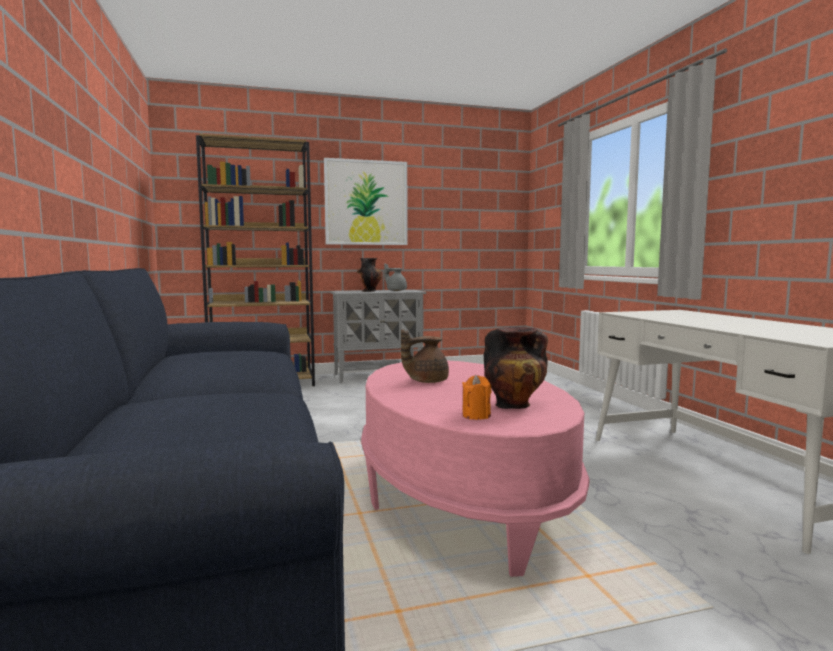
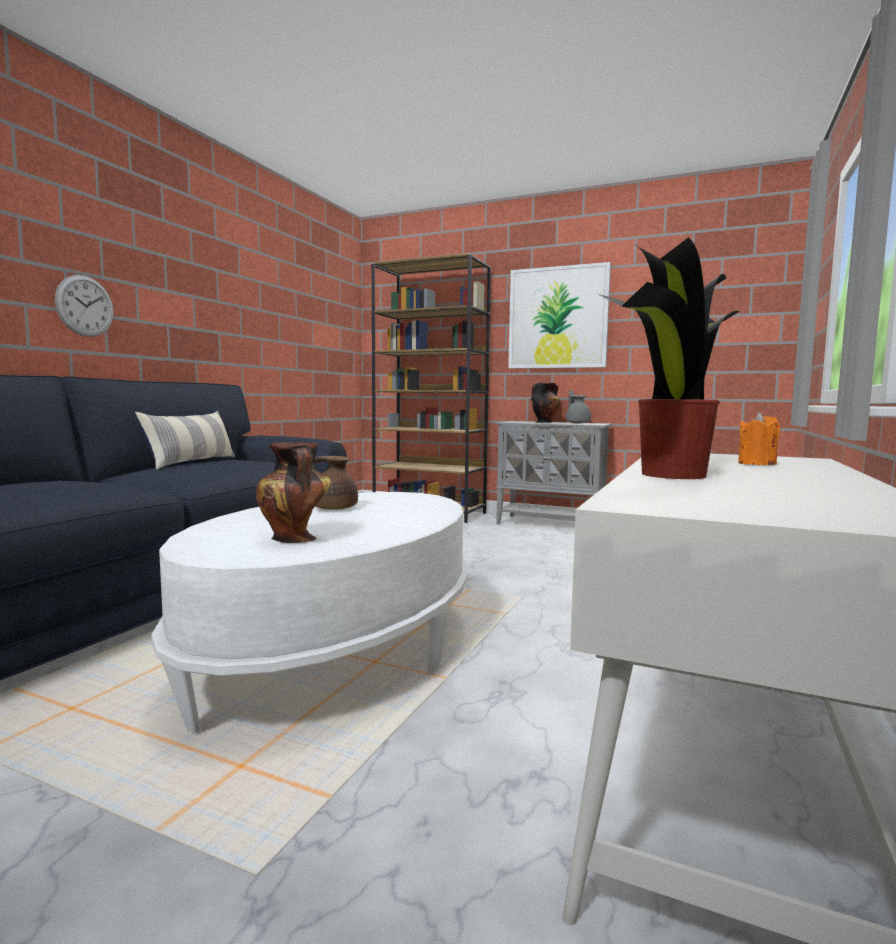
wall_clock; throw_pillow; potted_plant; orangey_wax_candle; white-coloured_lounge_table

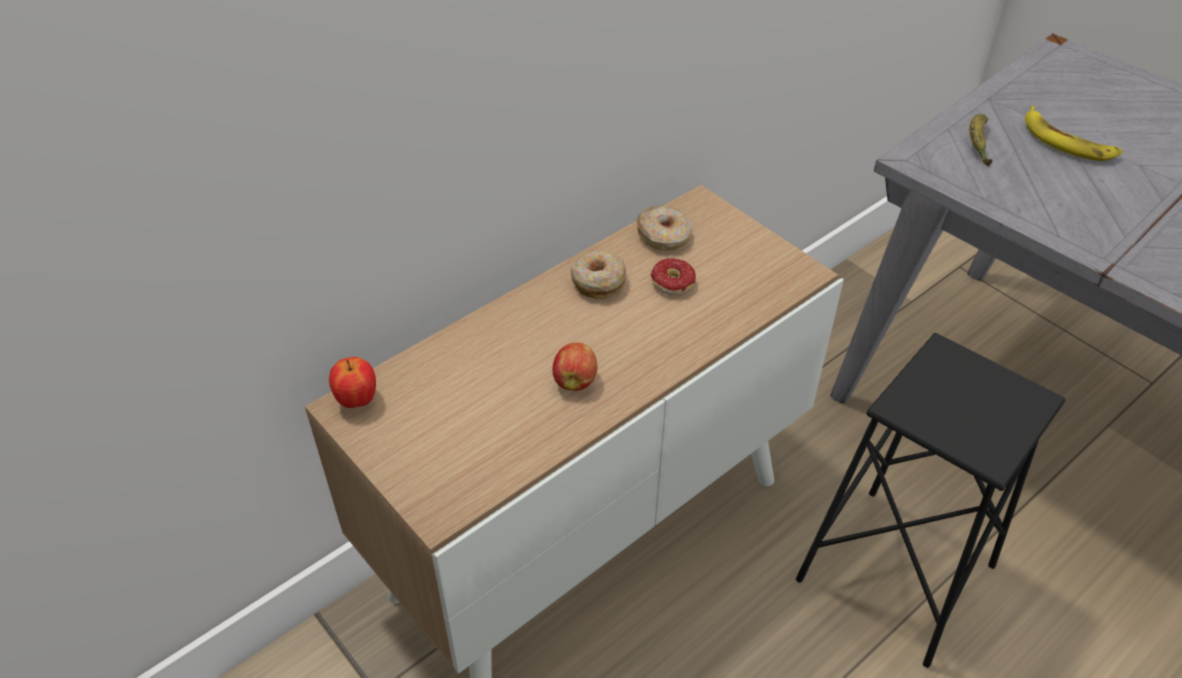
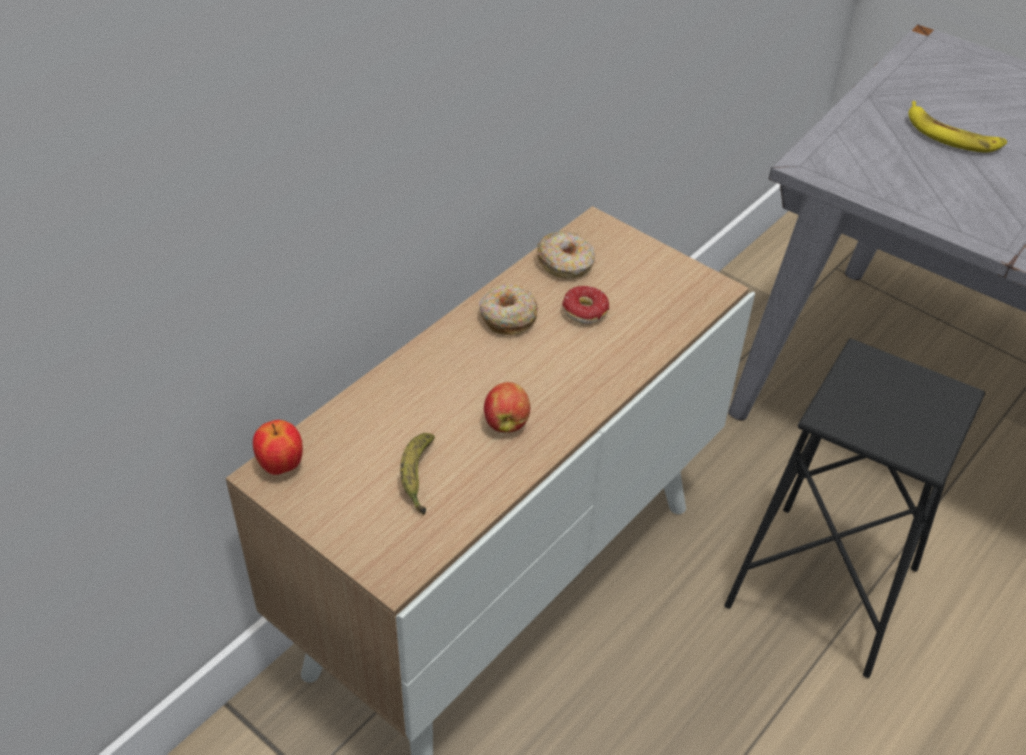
banana (no. 1 from left)

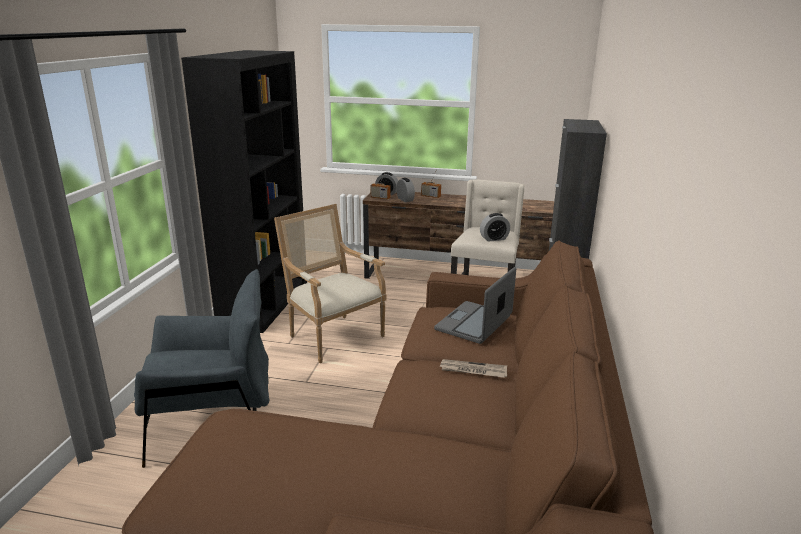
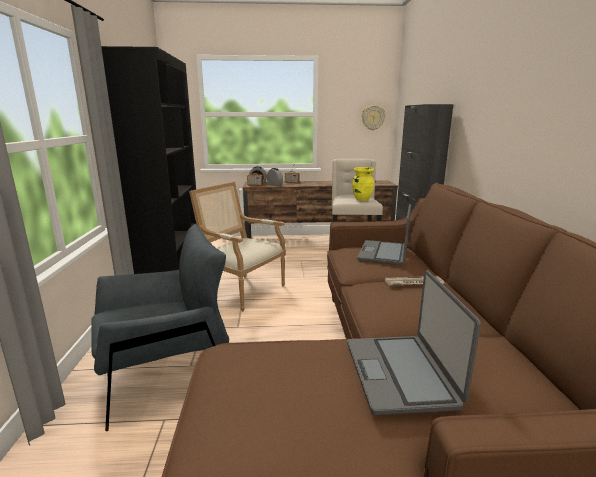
laptop (no. 2 from left); wall_clock; yellow-coloured_vase

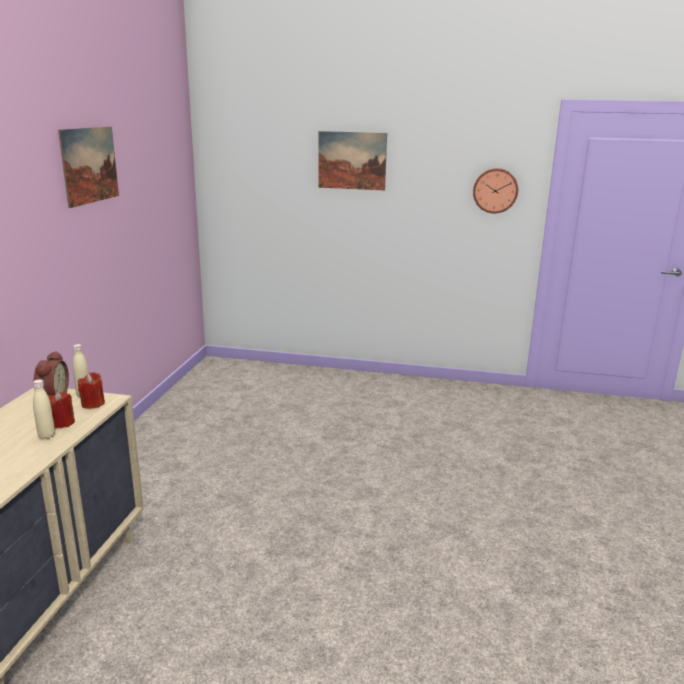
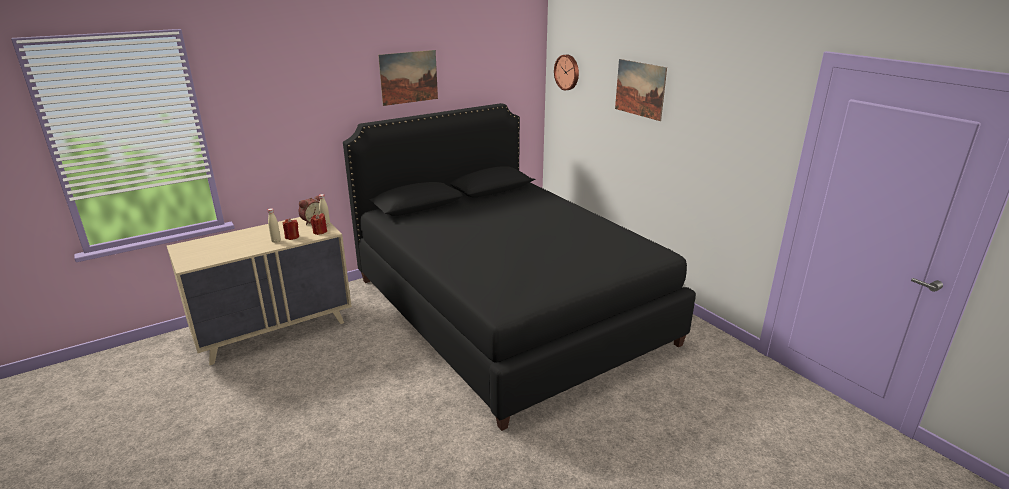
blackish_sleeping_bed; wall_clock

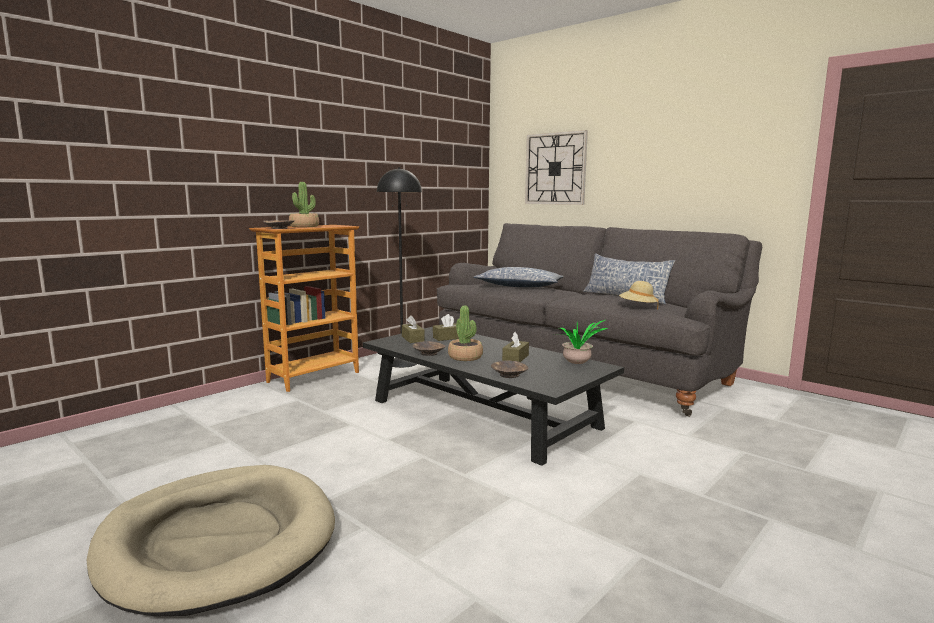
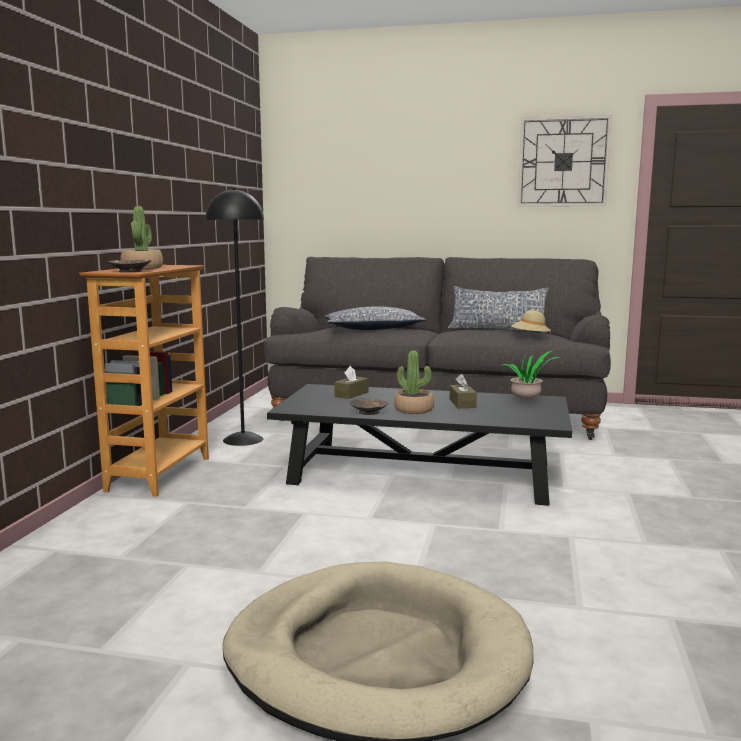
brown-coloured_tissue_box (no. 1 from left in the first image); brown-coloured_serving_bowl (no. 3 from left in the first image); wall_clock

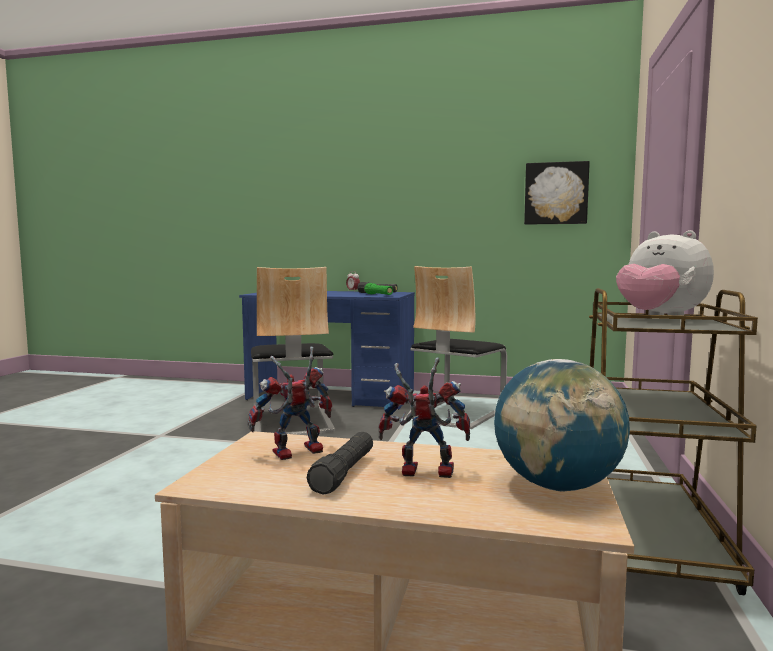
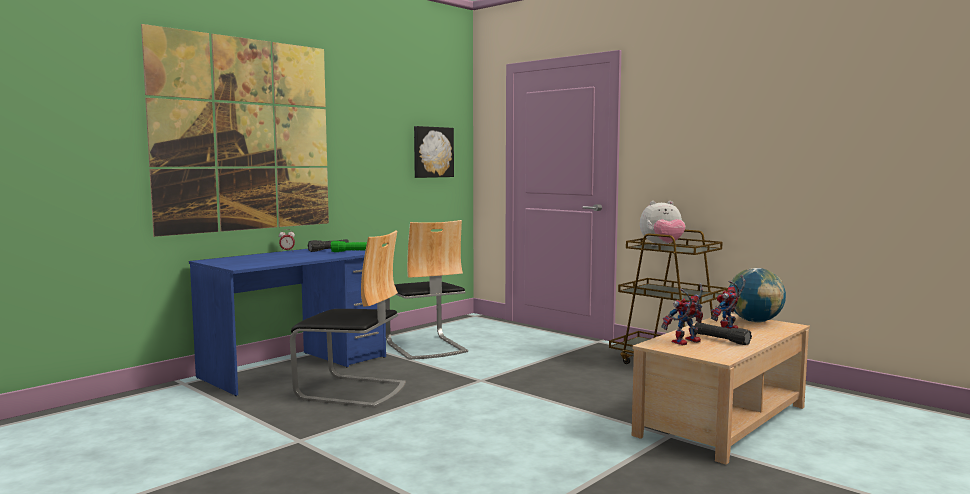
picture (no. 1 from left); model_robot (no. 1 from left)

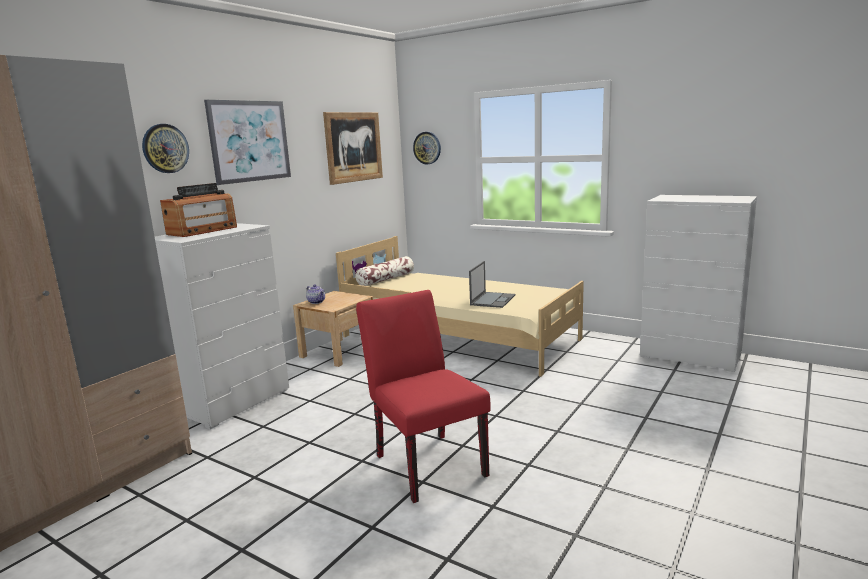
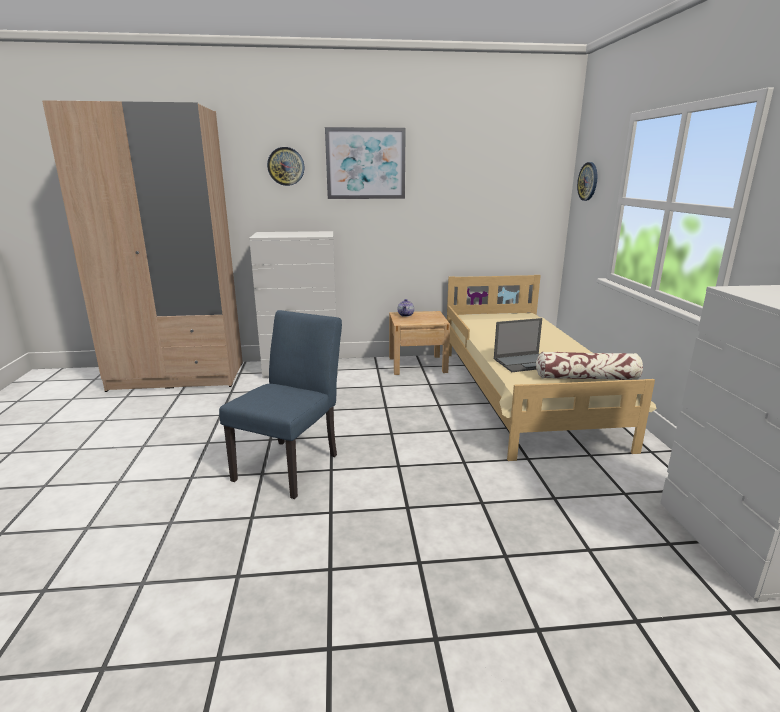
radio; picture (no. 2 from left in the first image); throw_pillow; bluish_chair

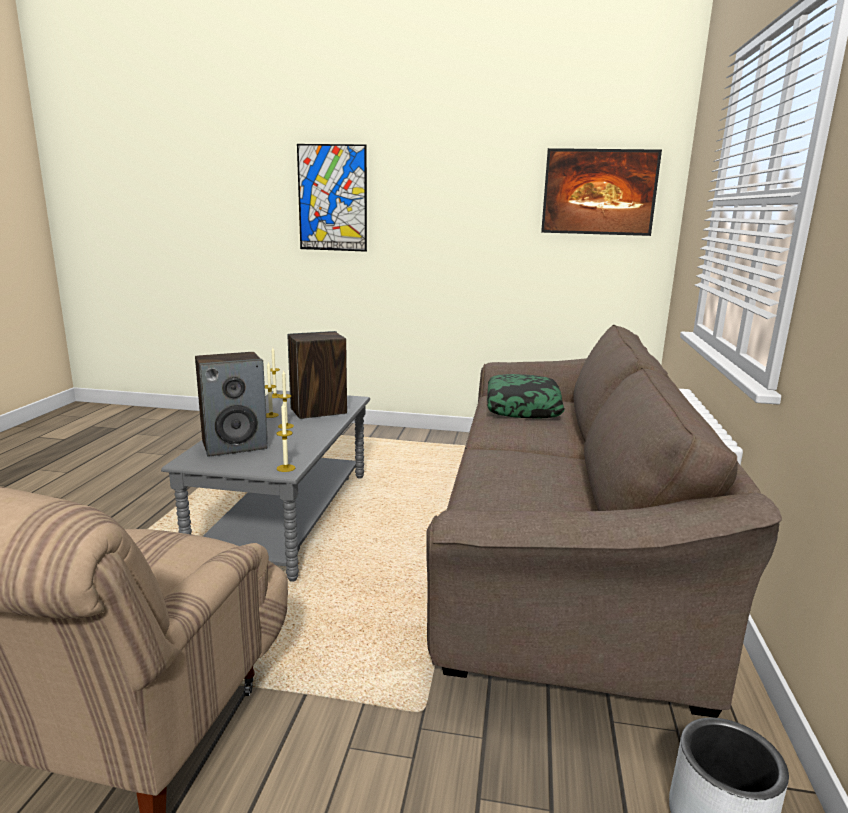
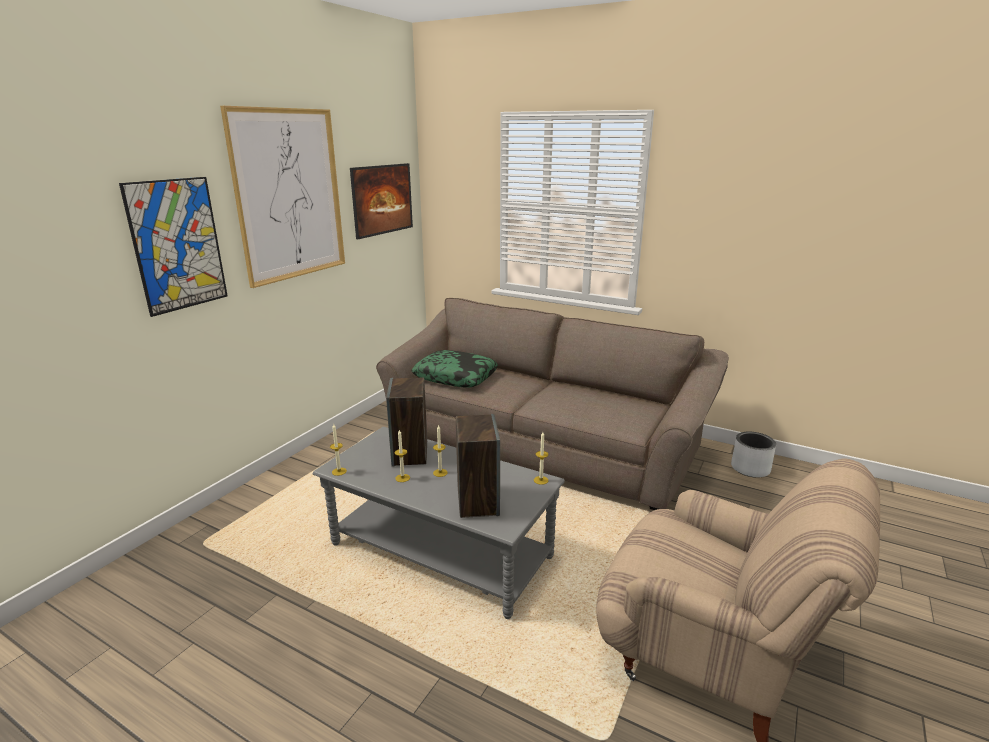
picture (no. 2 from left)

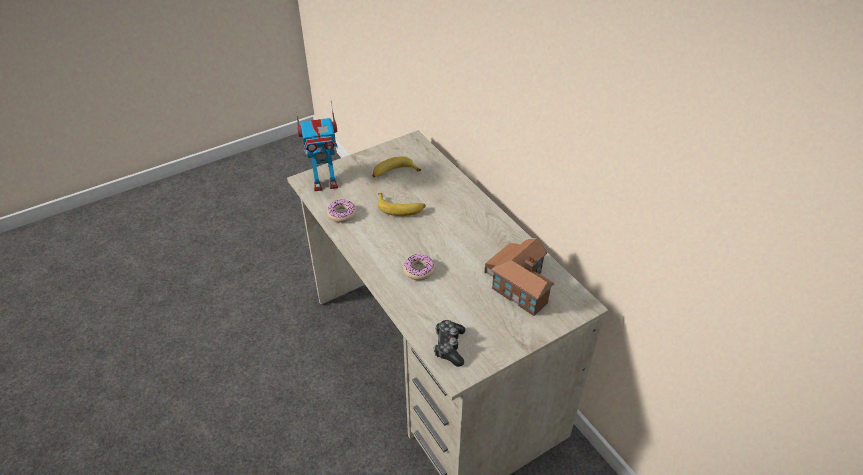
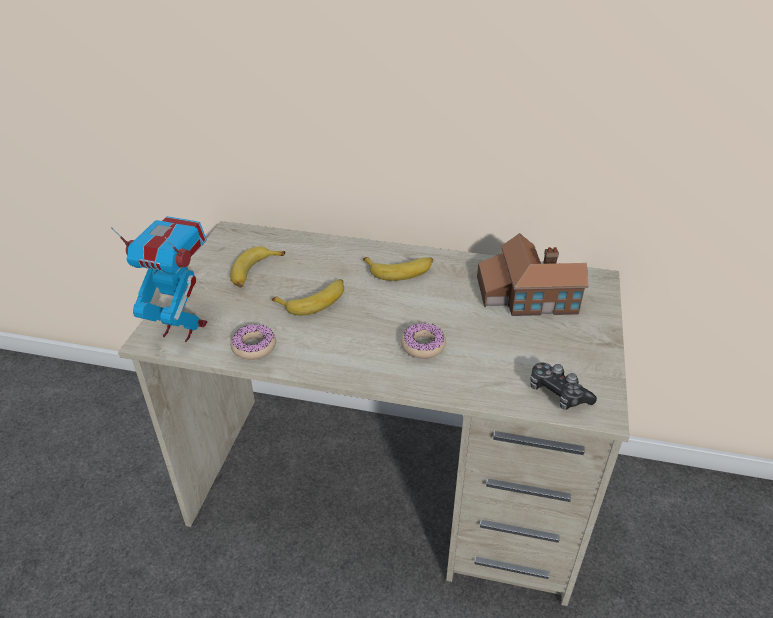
banana (no. 3 from left); model_robot

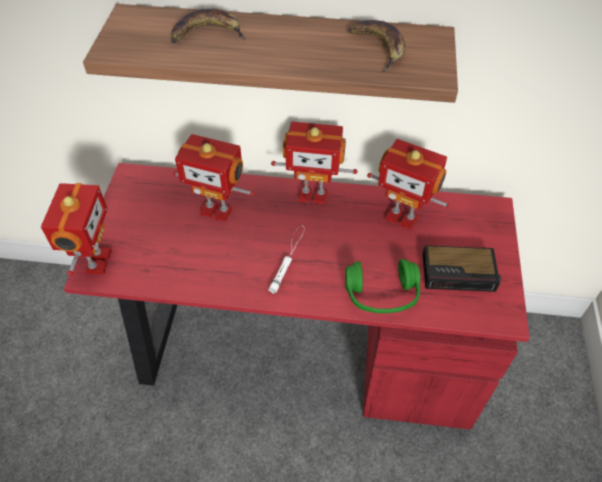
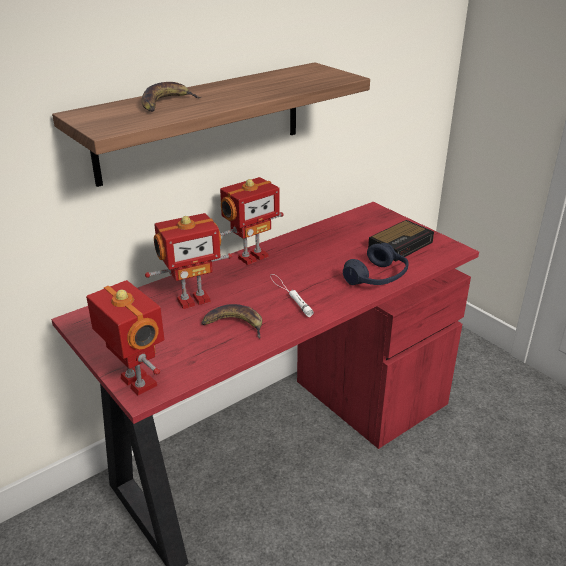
model_robot (no. 4 from left in the first image); banana (no. 2 from left); bluish_pair_of_headphones

